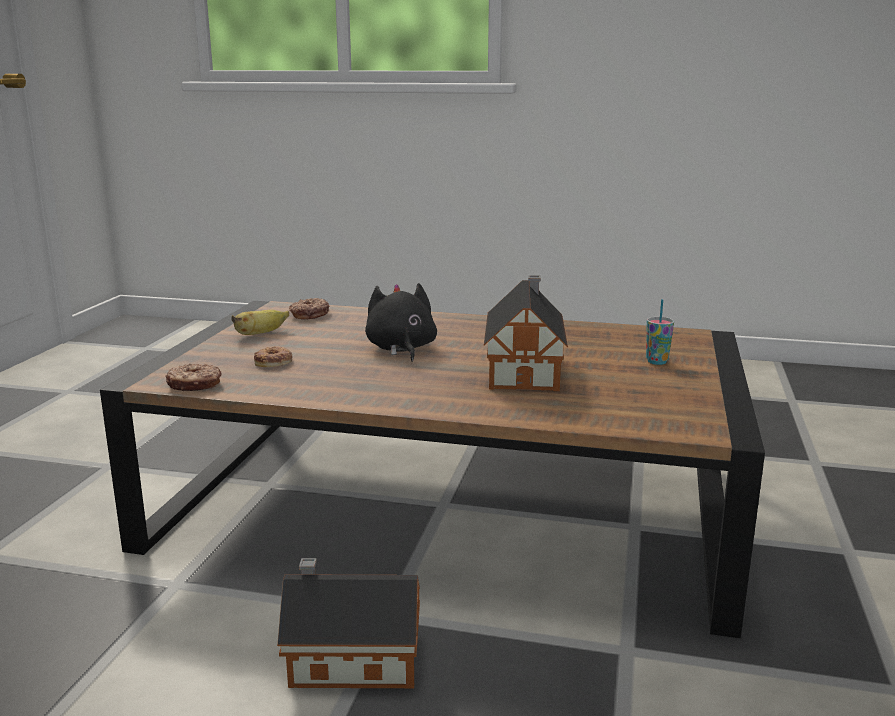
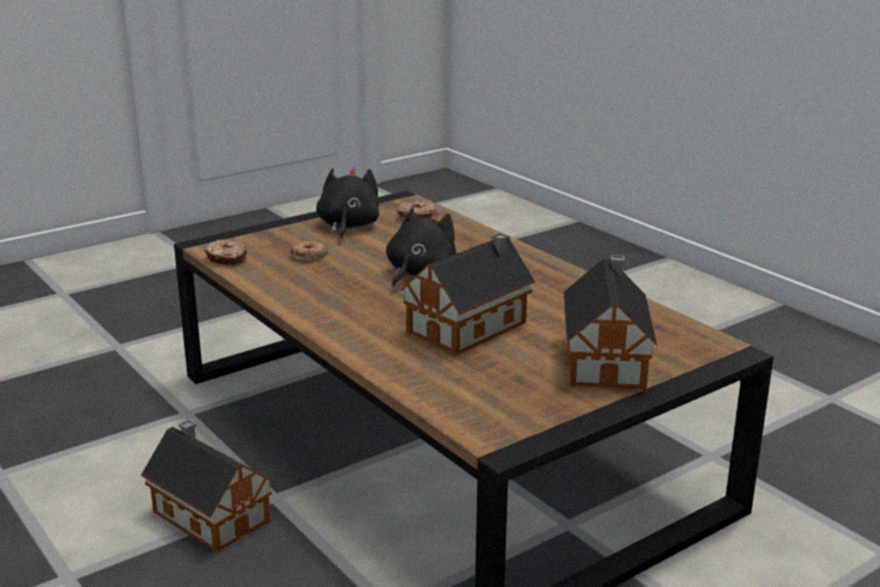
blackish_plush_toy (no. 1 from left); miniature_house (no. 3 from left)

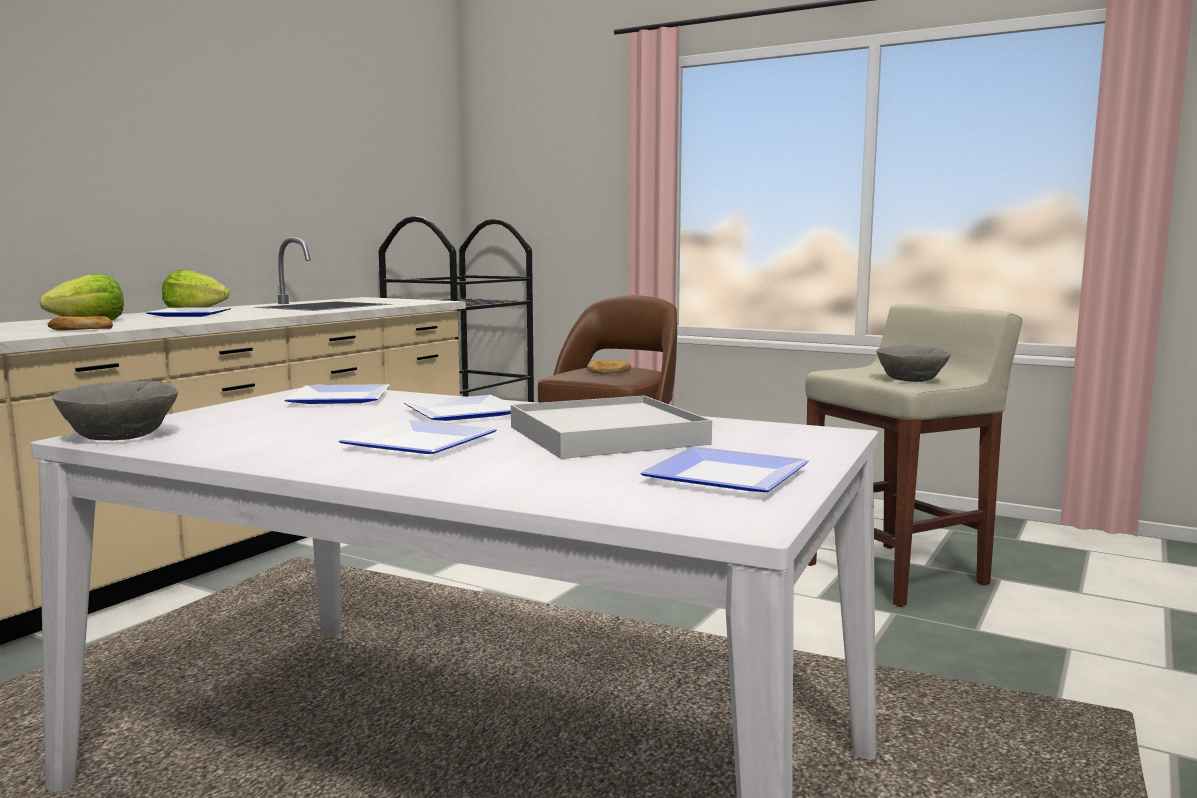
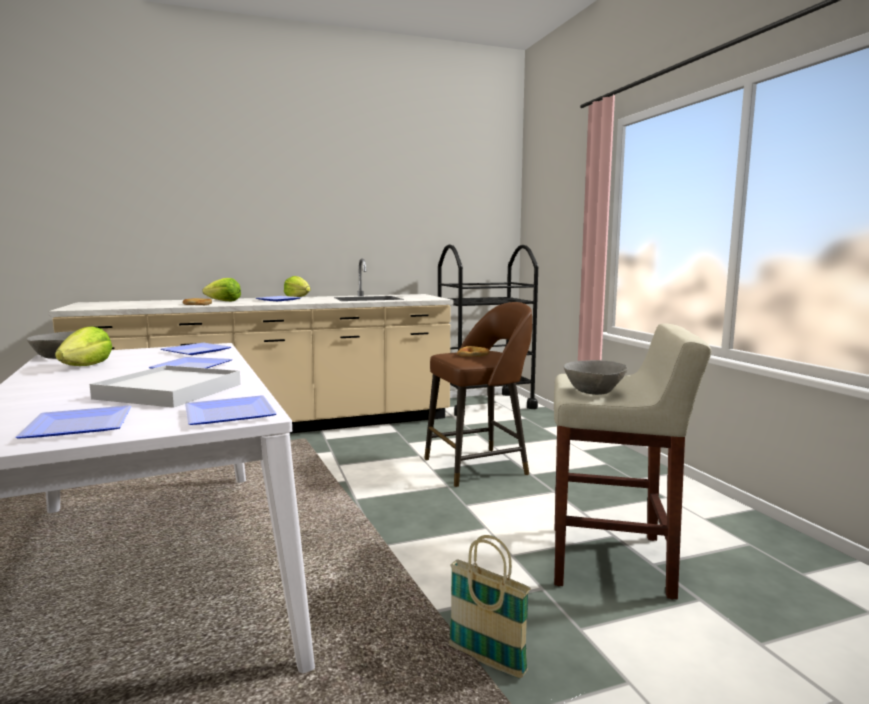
head_of_lettuce (no. 1 from left); household_basket; dinner_plate (no. 4 from left)

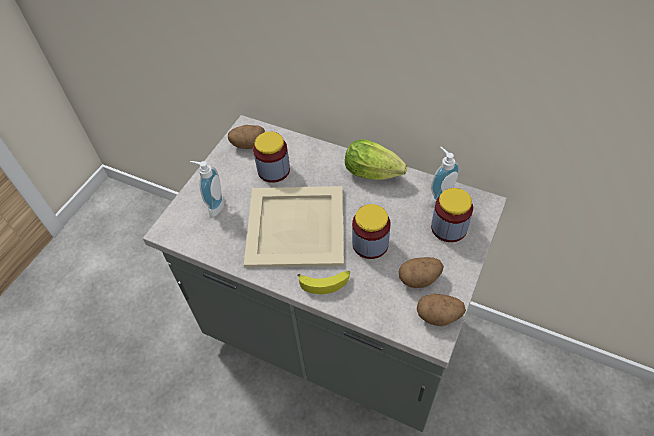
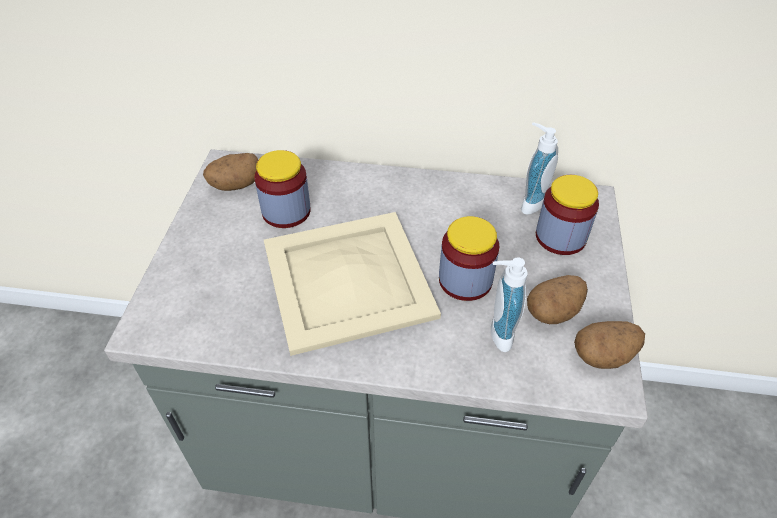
banana; head_of_lettuce; soap_dispenser (no. 1 from left)

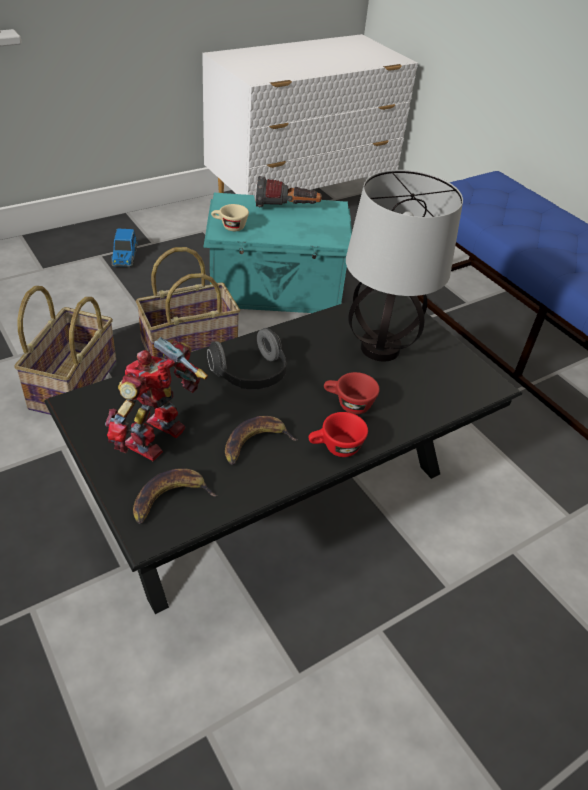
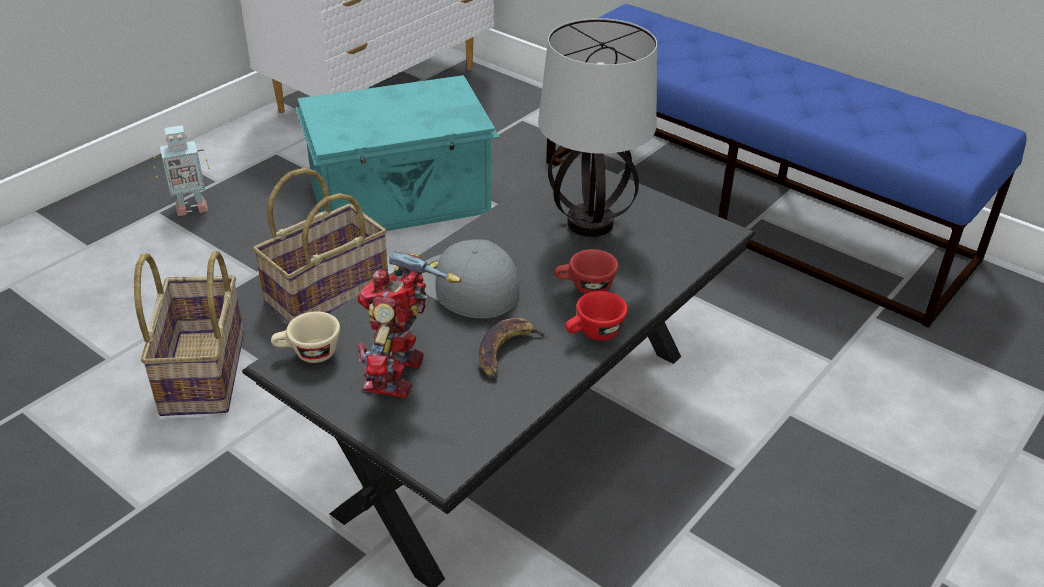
banana (no. 1 from left in the first image); hand_torch; sand-coloured_drinking_cup; model_robot (no. 1 from left); greyish_baseball_cap

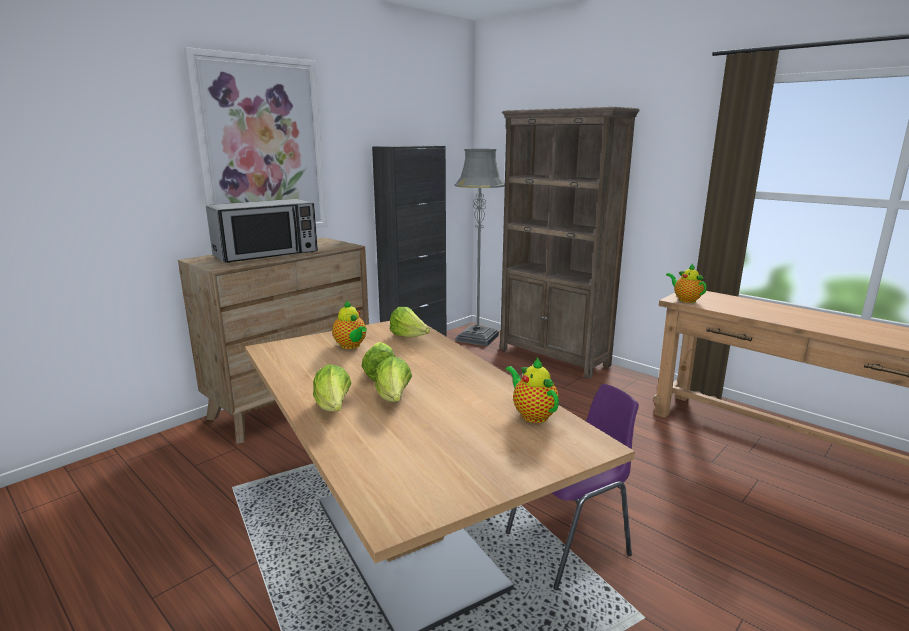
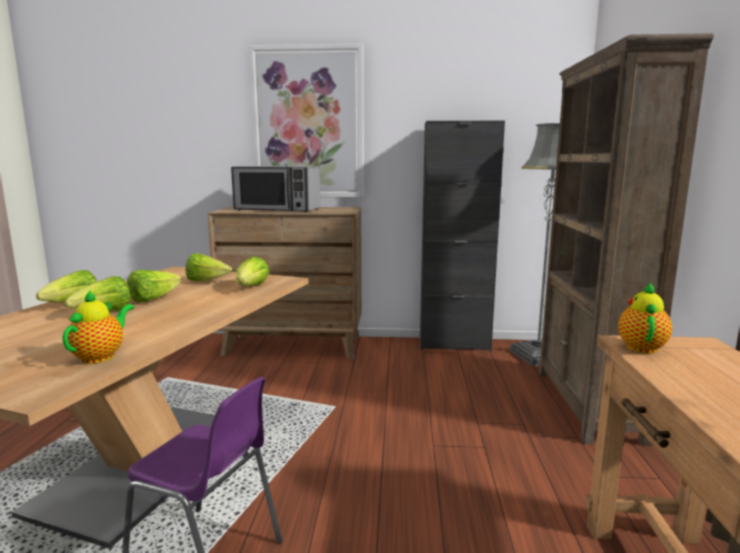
head_of_lettuce (no. 4 from left)

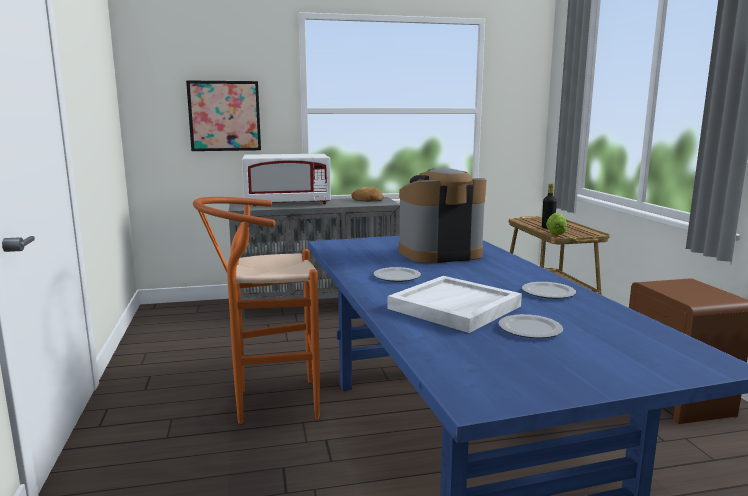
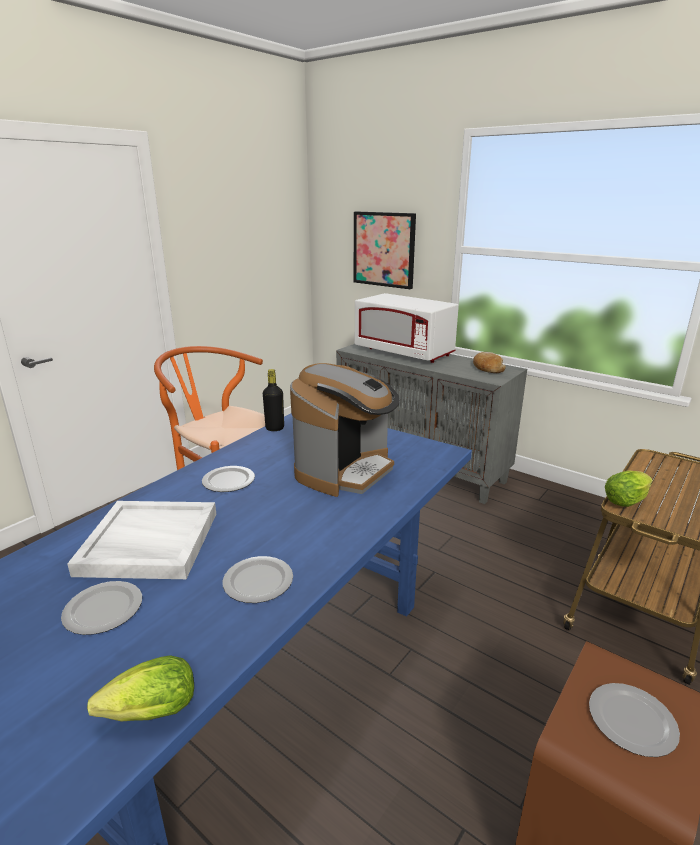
head_of_lettuce (no. 1 from left); dinner_plate (no. 4 from left); blackish_beverage_bottle; coffee_machine

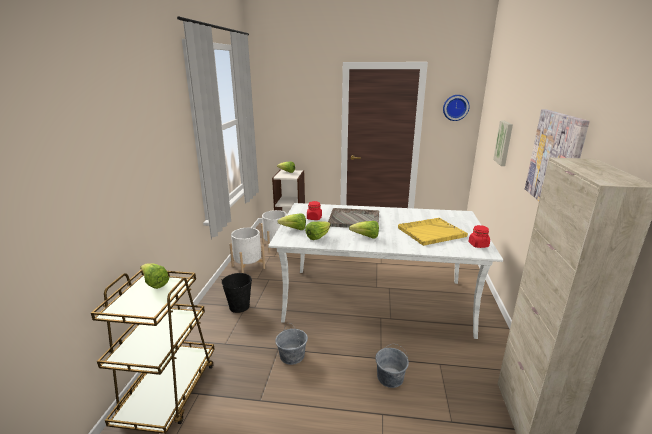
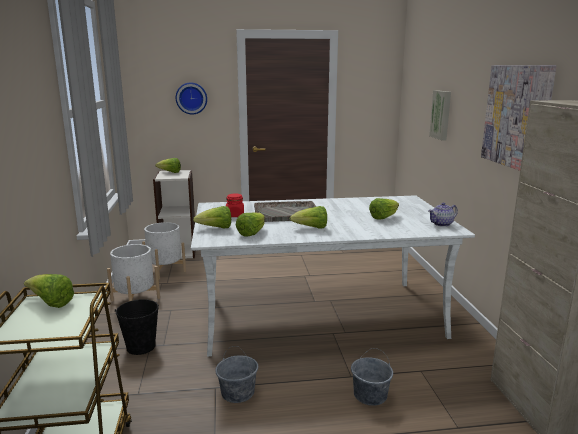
wall_clock; head_of_lettuce (no. 6 from left); tea_pot

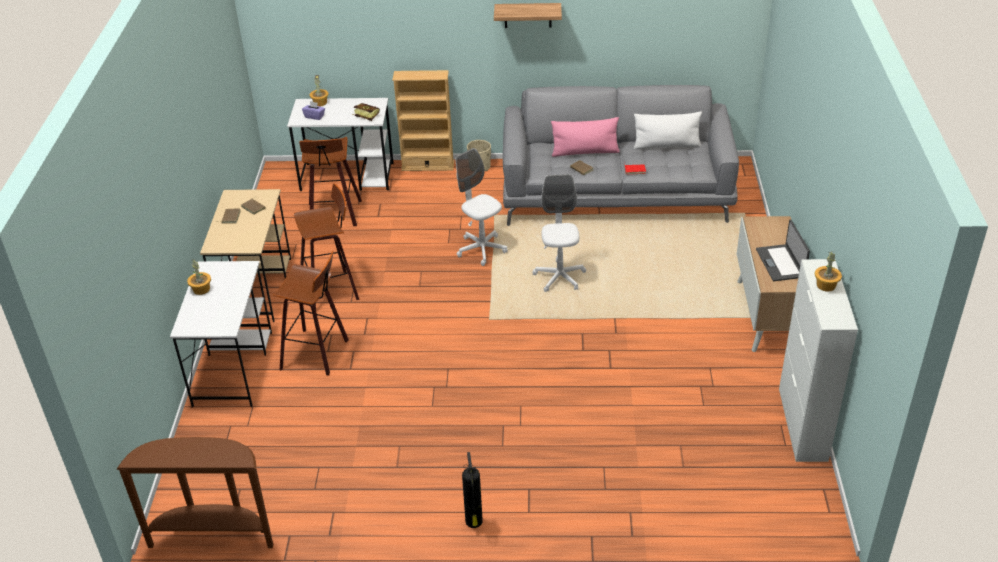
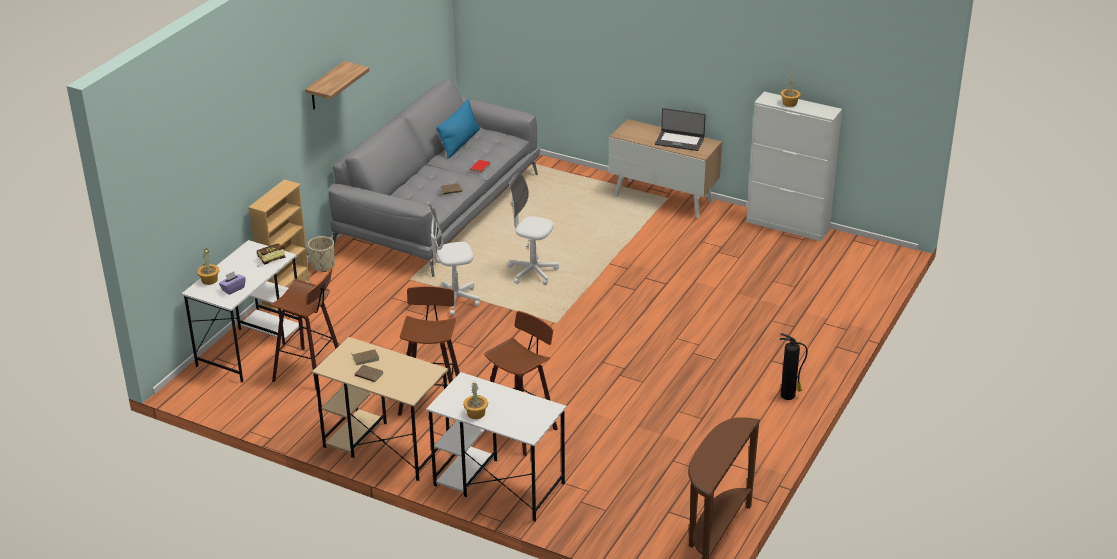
pink-coloured_throw_pillow; bluish_throw_pillow

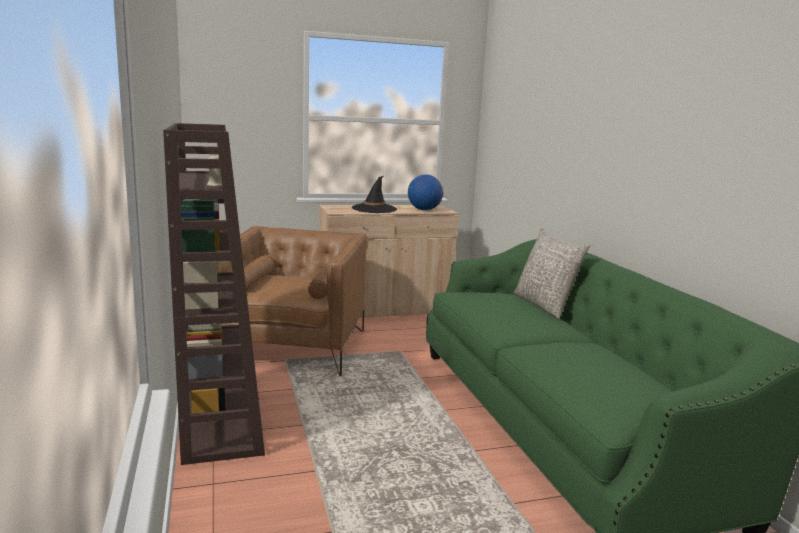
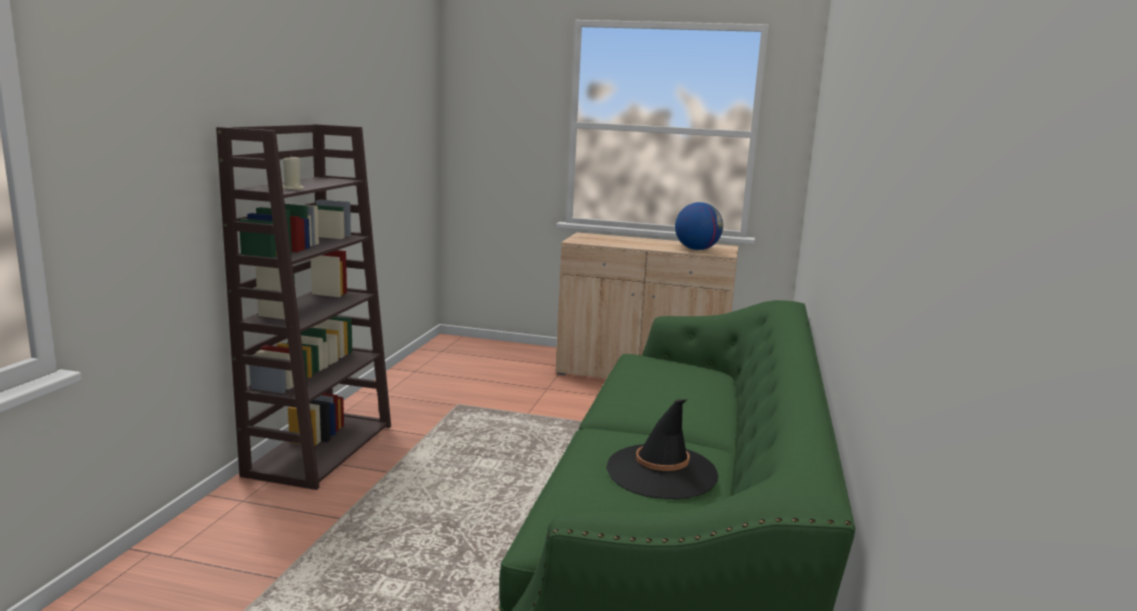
brown-coloured_armchair; greyish_throw_pillow; blackish_clothing_hat

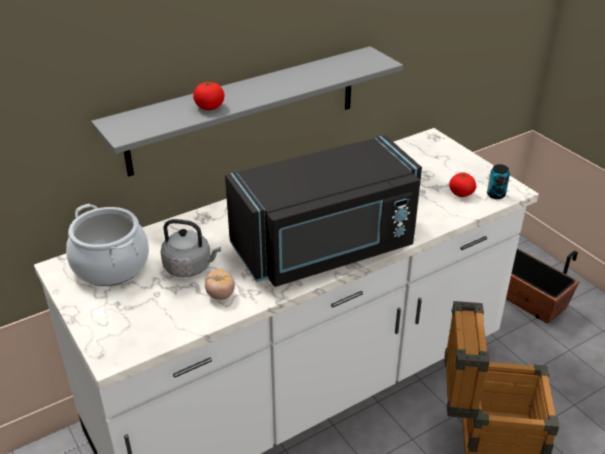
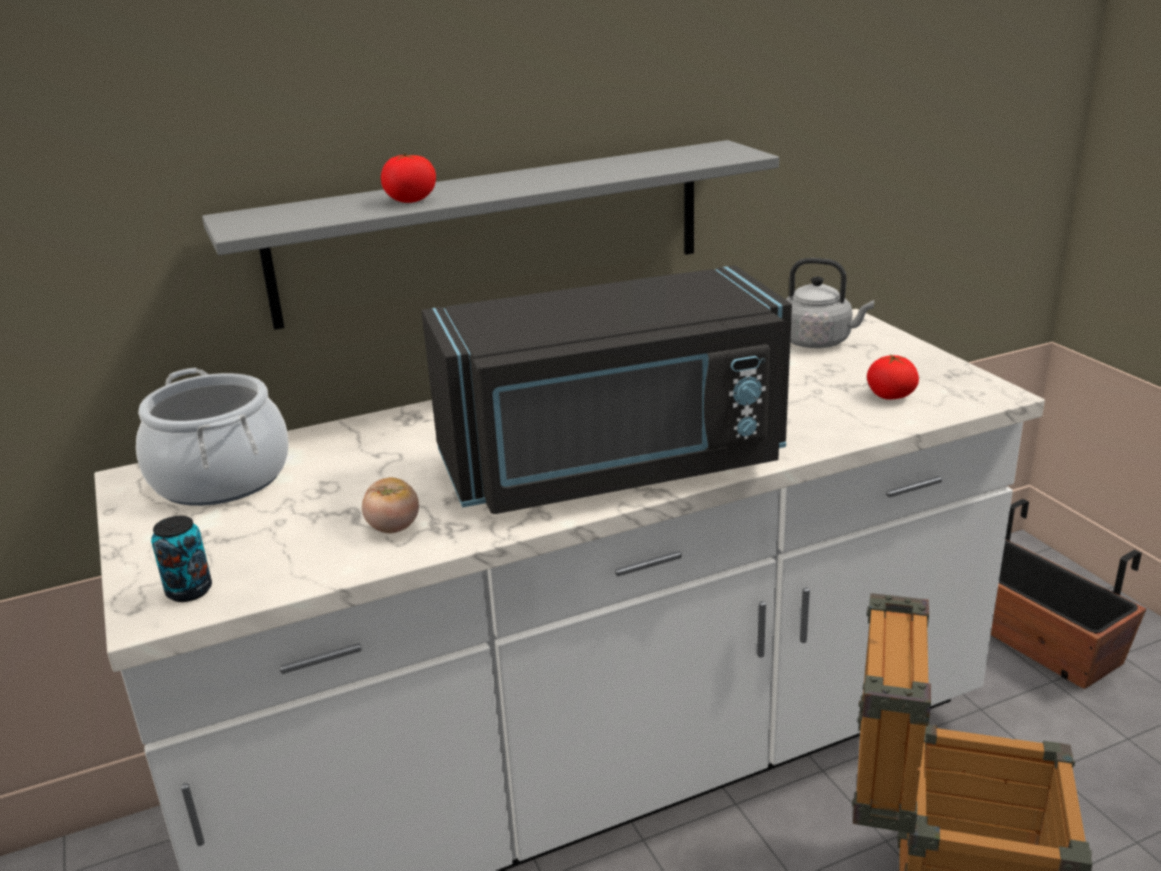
greyish_kettle; can

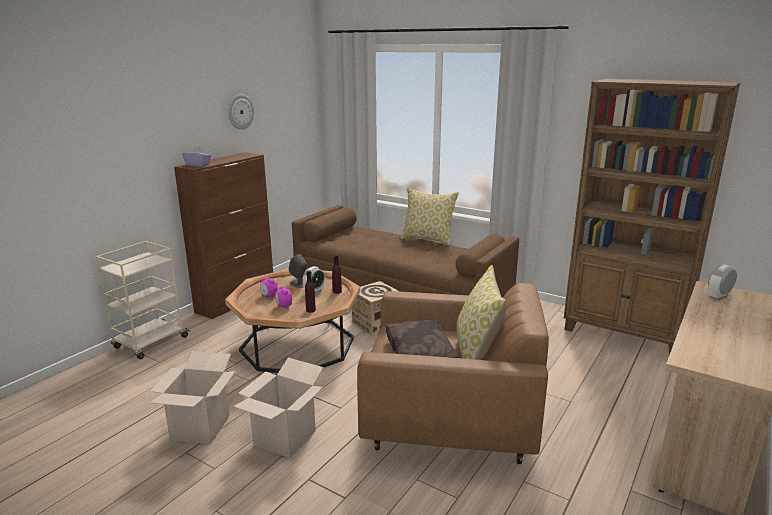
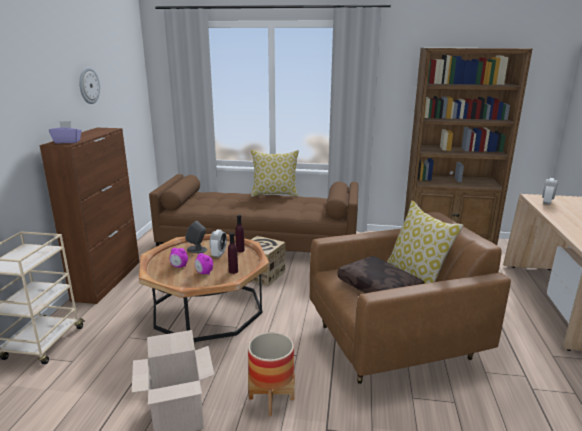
planter

